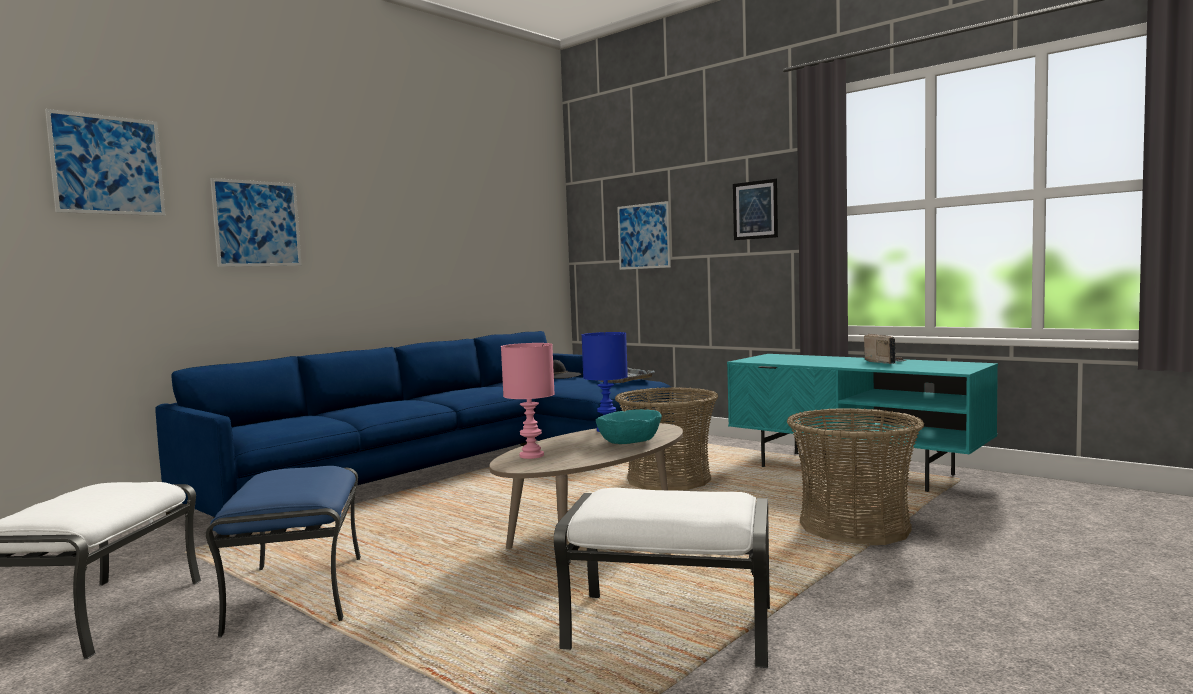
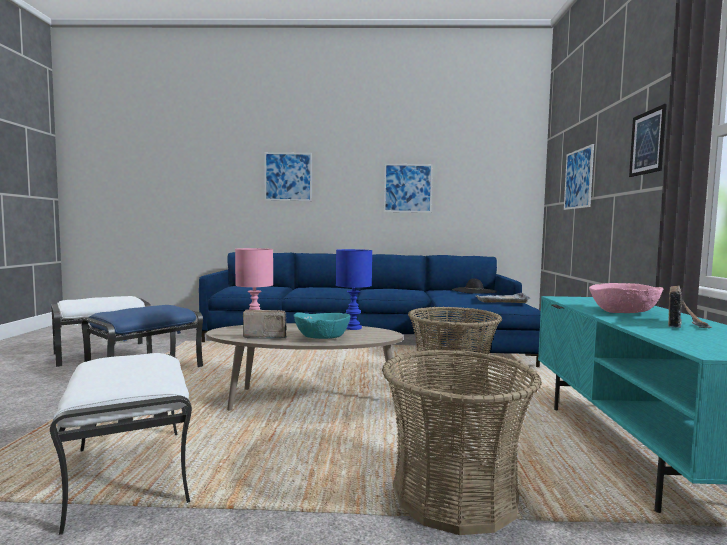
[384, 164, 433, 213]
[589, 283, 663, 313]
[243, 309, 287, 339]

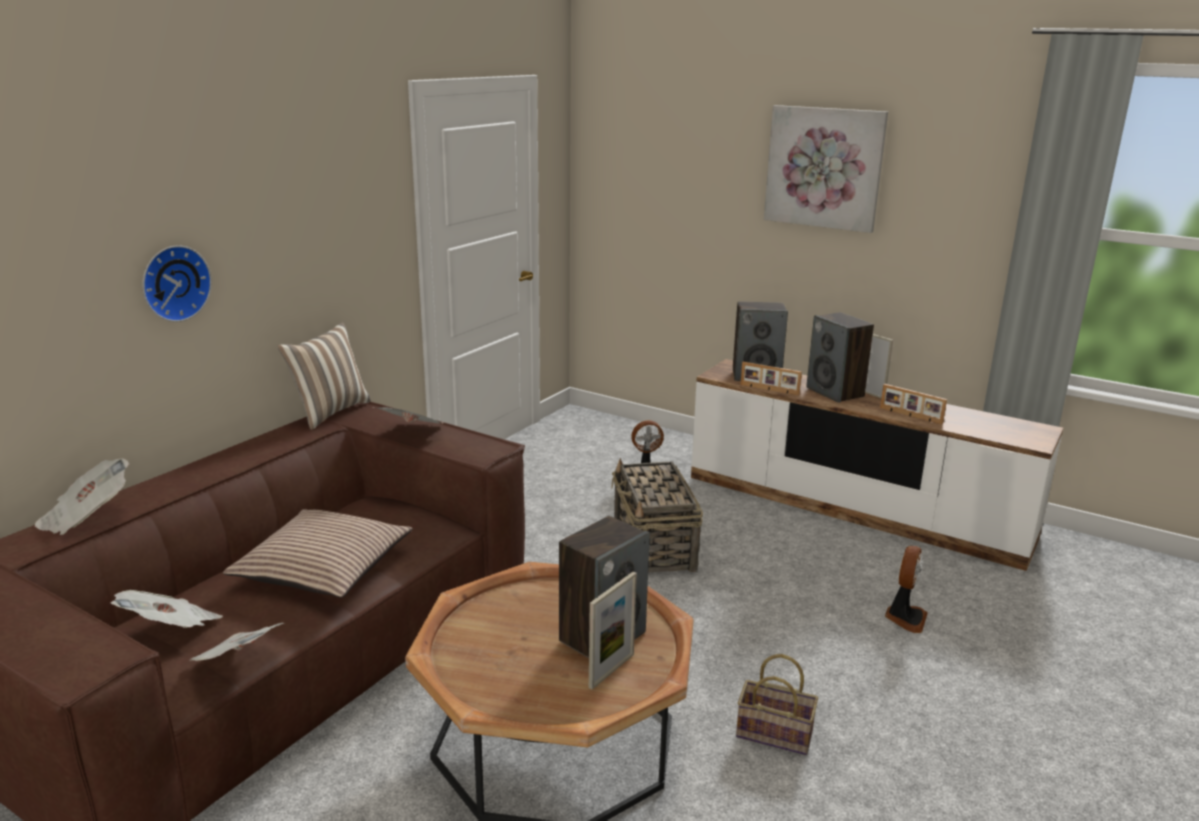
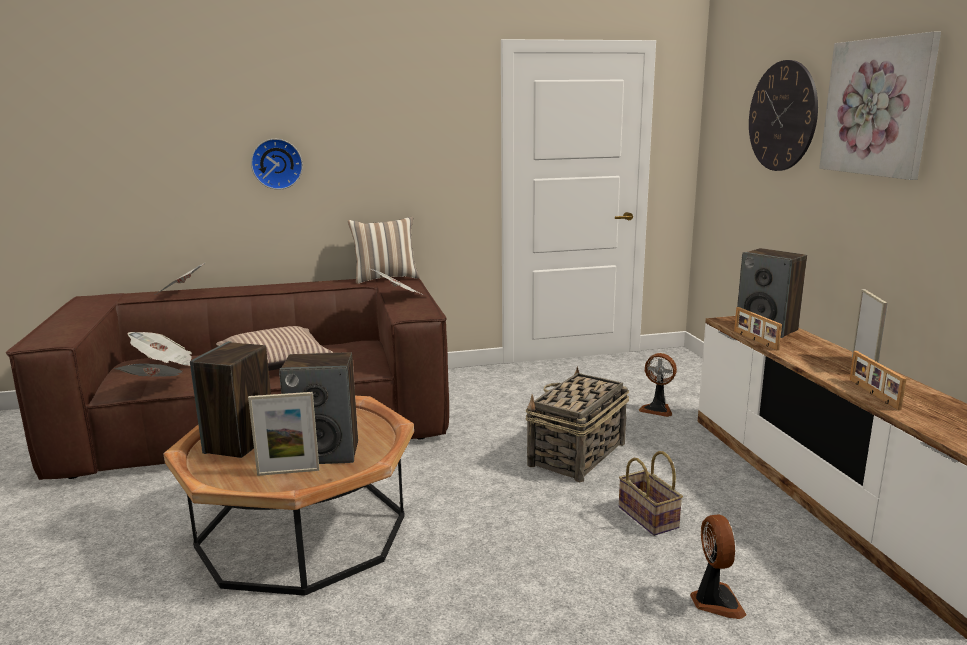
[190, 341, 271, 458]
[690, 514, 746, 619]
[619, 451, 683, 536]
[749, 60, 818, 171]

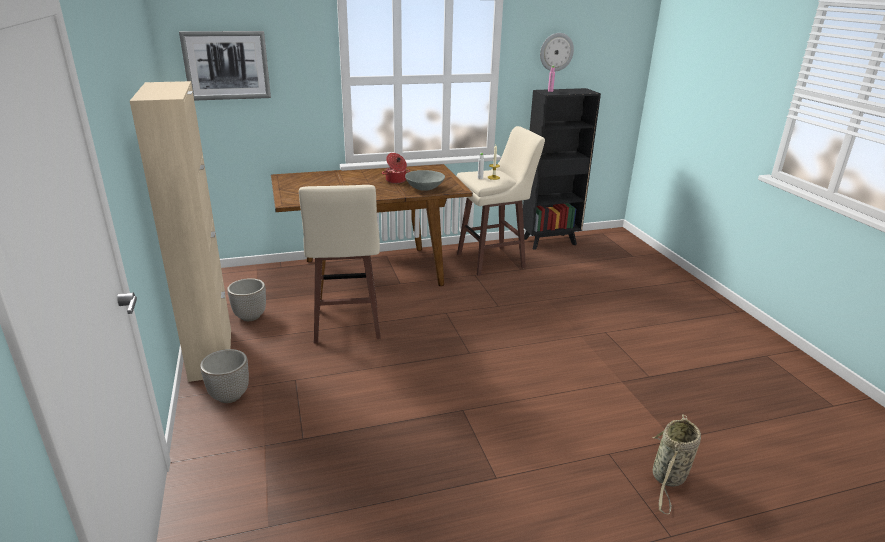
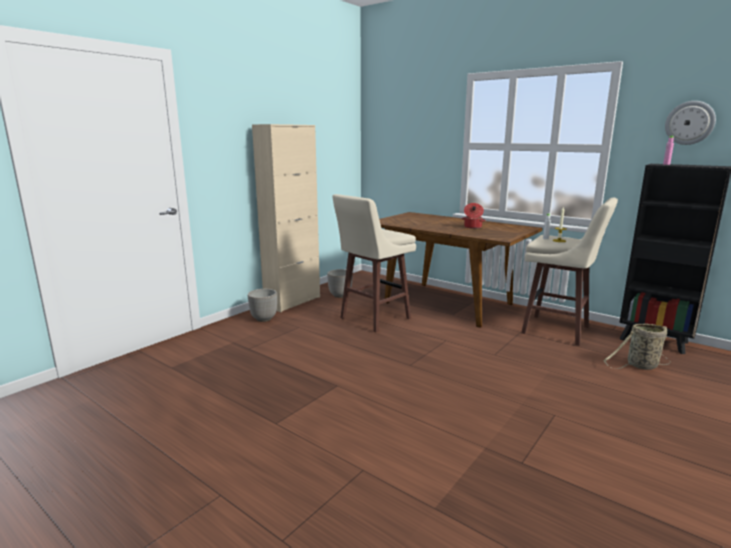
[179, 31, 271, 101] (first image)
[405, 170, 445, 191] (first image)
[604, 324, 671, 370]

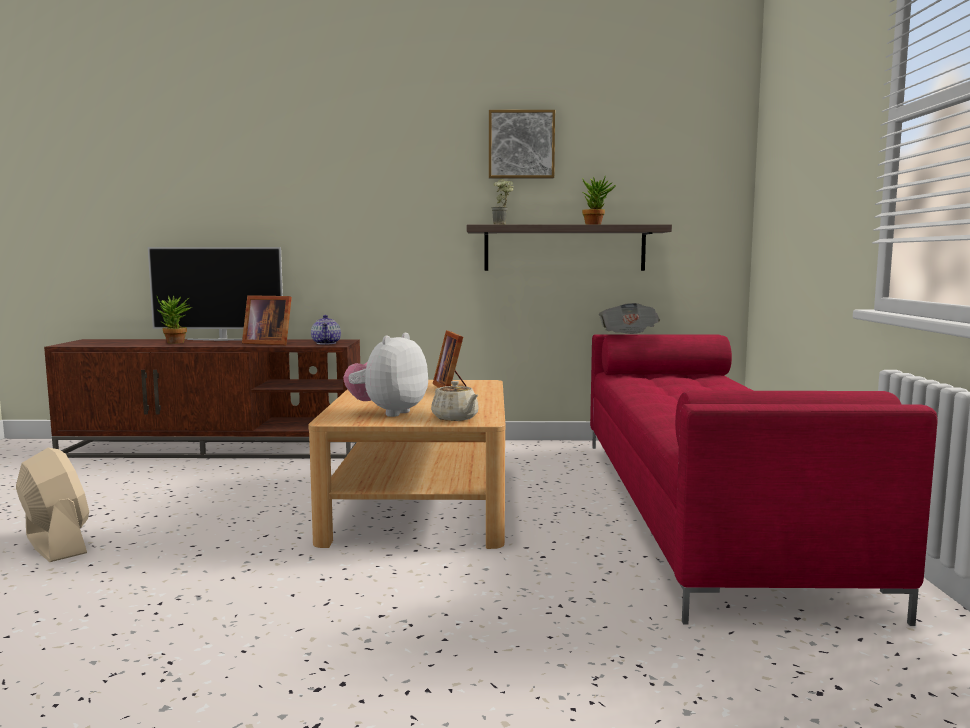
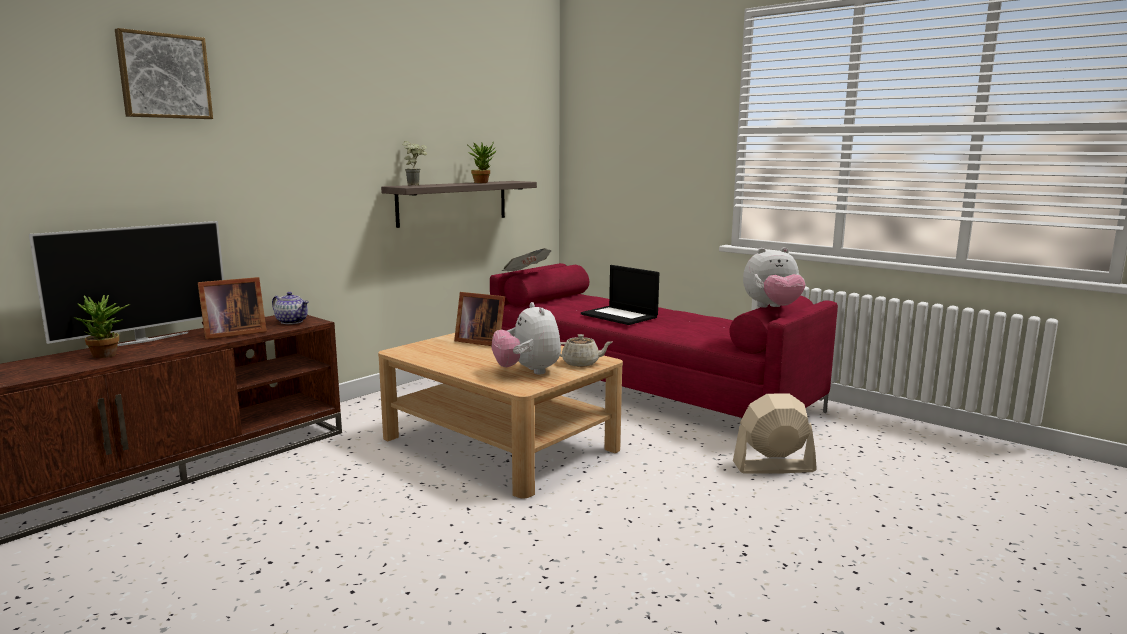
[115, 28, 213, 119]
[733, 393, 817, 474]
[743, 247, 805, 308]
[581, 265, 659, 325]

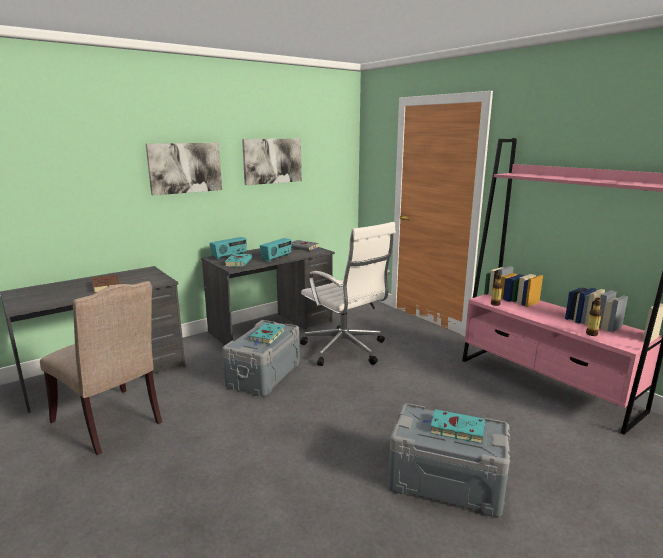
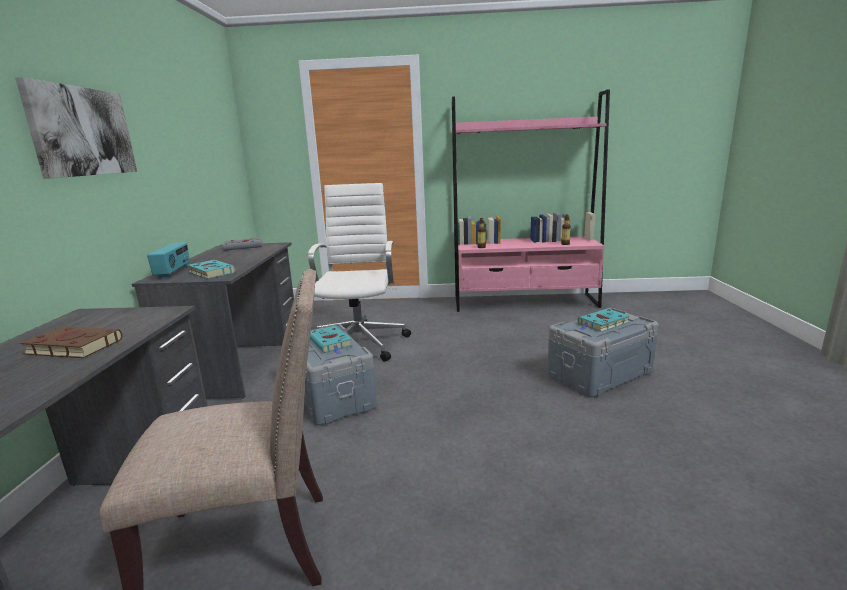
[242, 138, 302, 185] (first image)
[308, 183, 411, 362]
[260, 238, 292, 262] (first image)

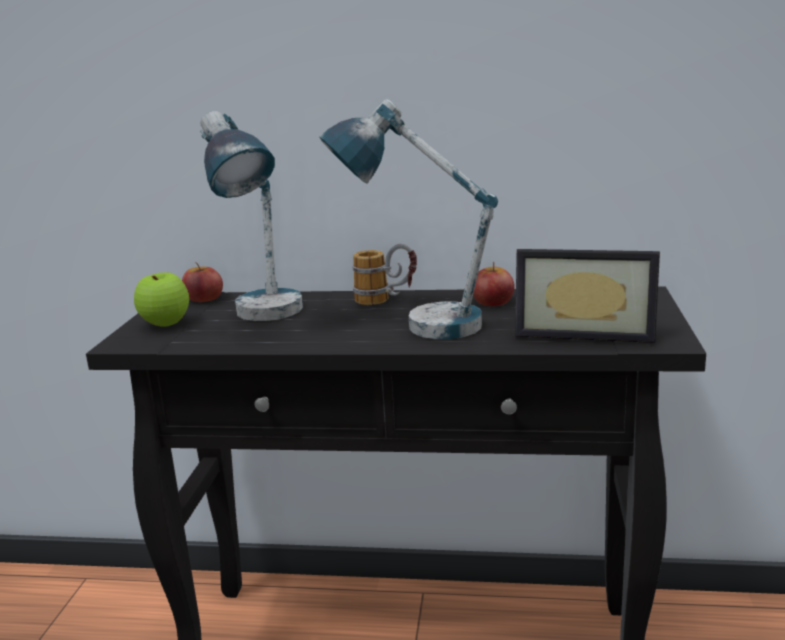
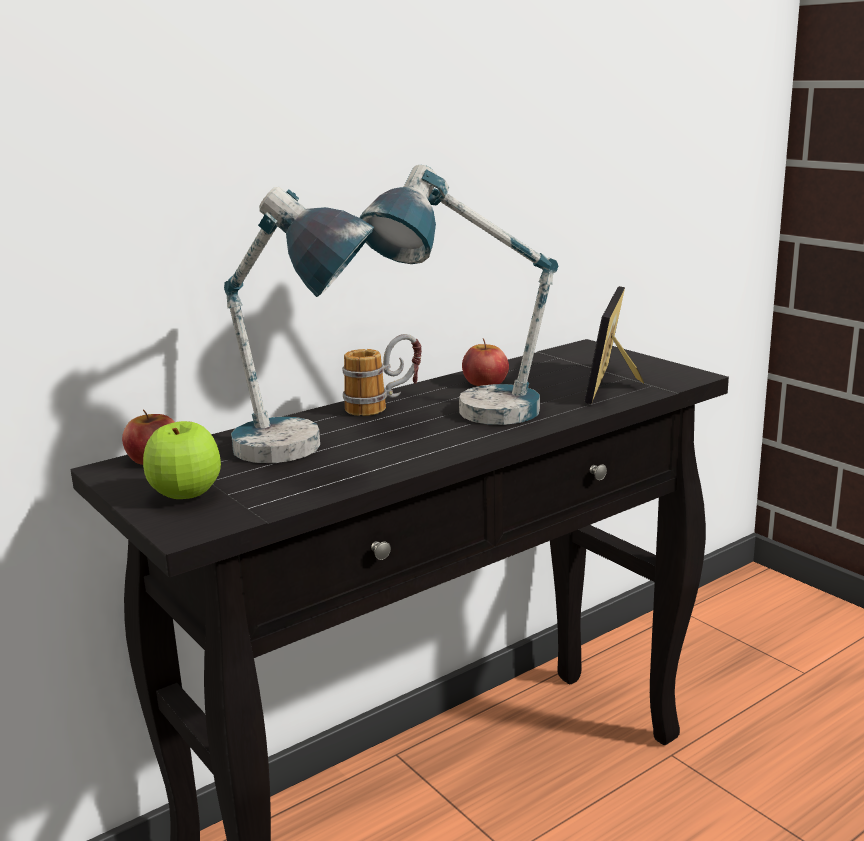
[584, 286, 644, 404]

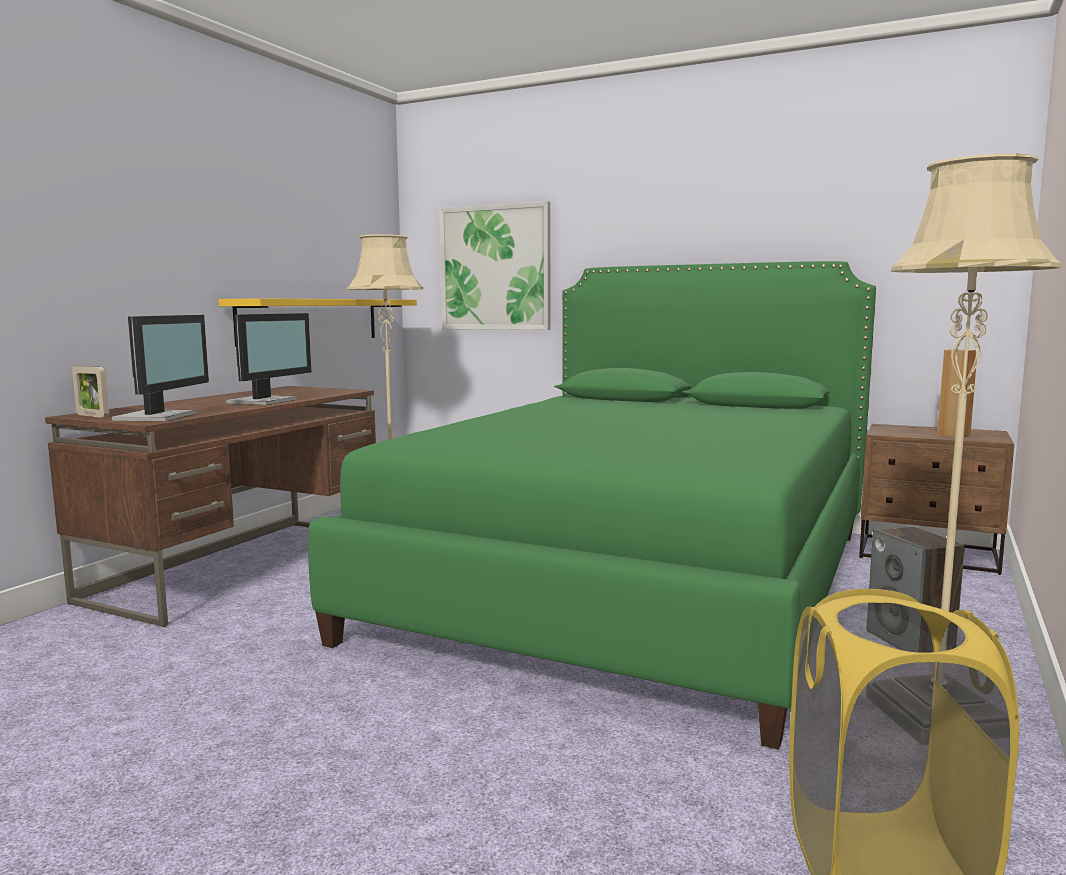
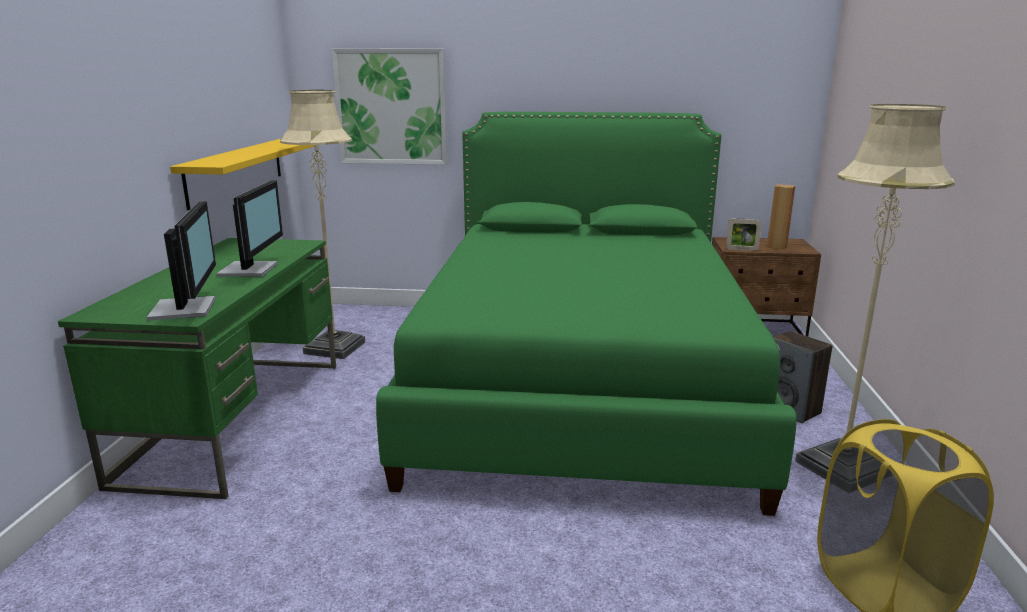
[726, 218, 762, 251]
[58, 238, 336, 499]

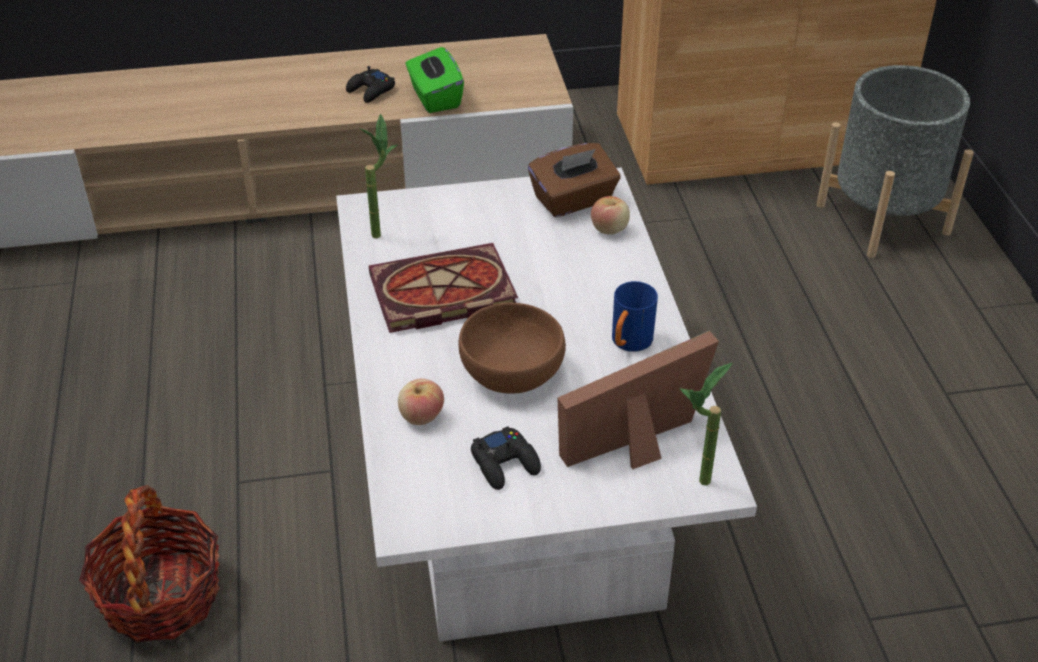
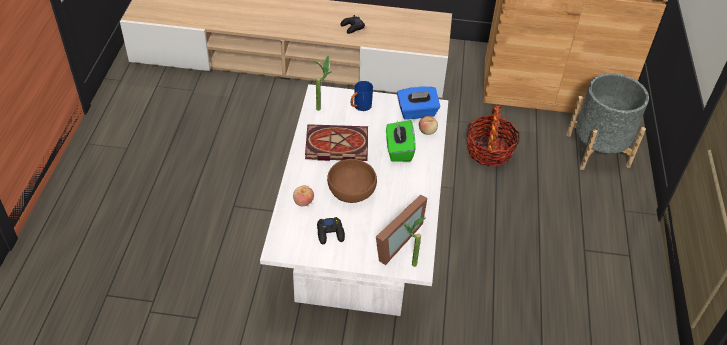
[386, 120, 416, 162]
[397, 86, 440, 120]
[351, 81, 373, 111]
[376, 195, 427, 265]
[467, 105, 520, 167]

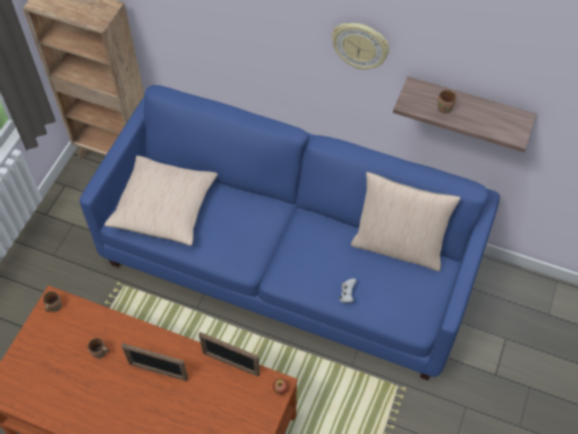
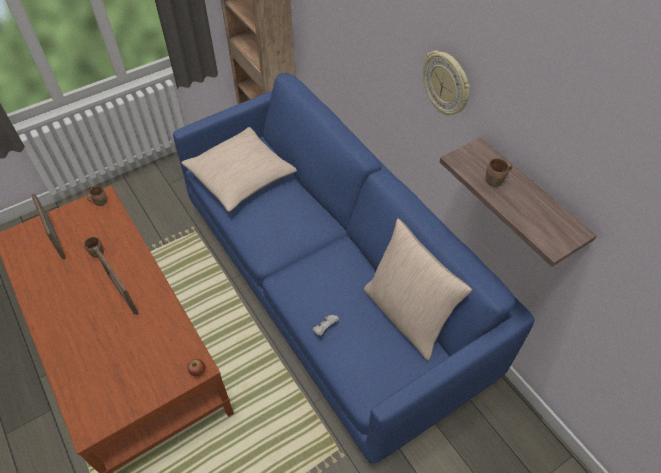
[32, 193, 66, 259]

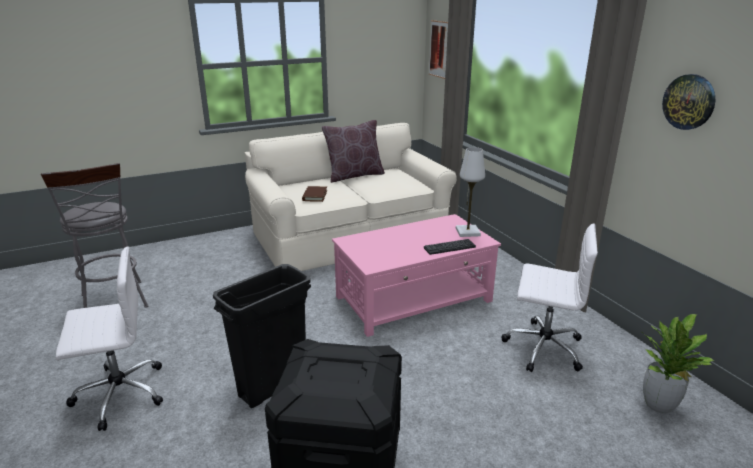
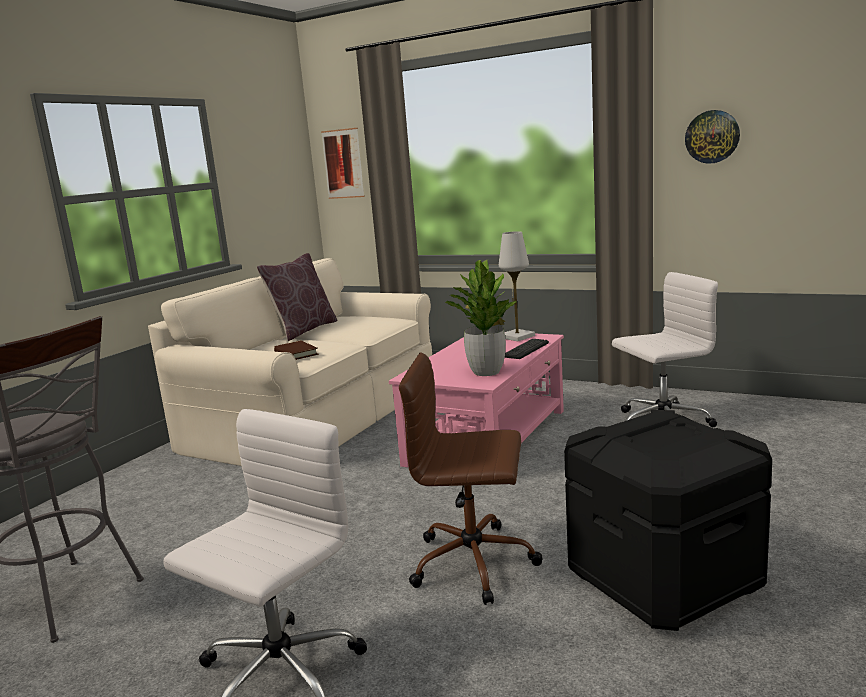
[399, 352, 542, 605]
[445, 260, 516, 376]

